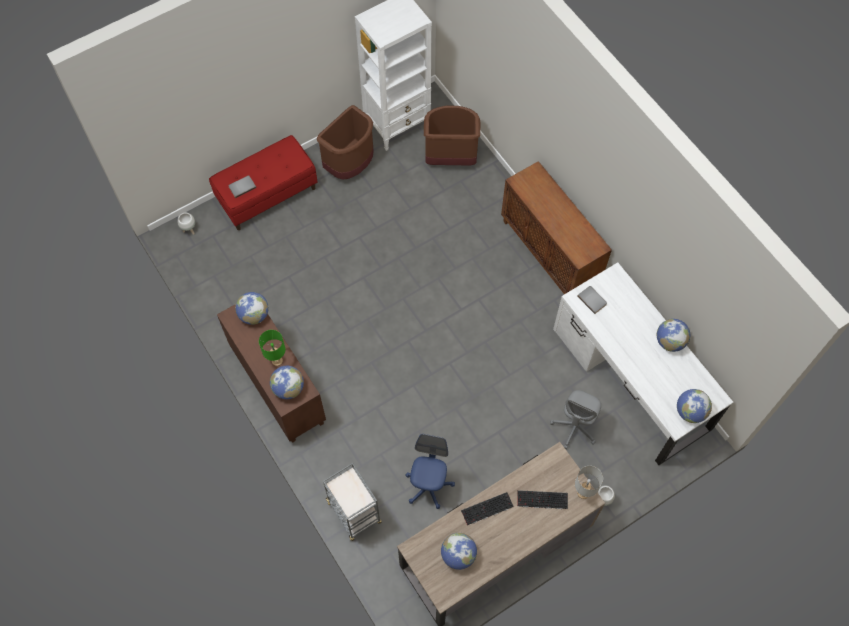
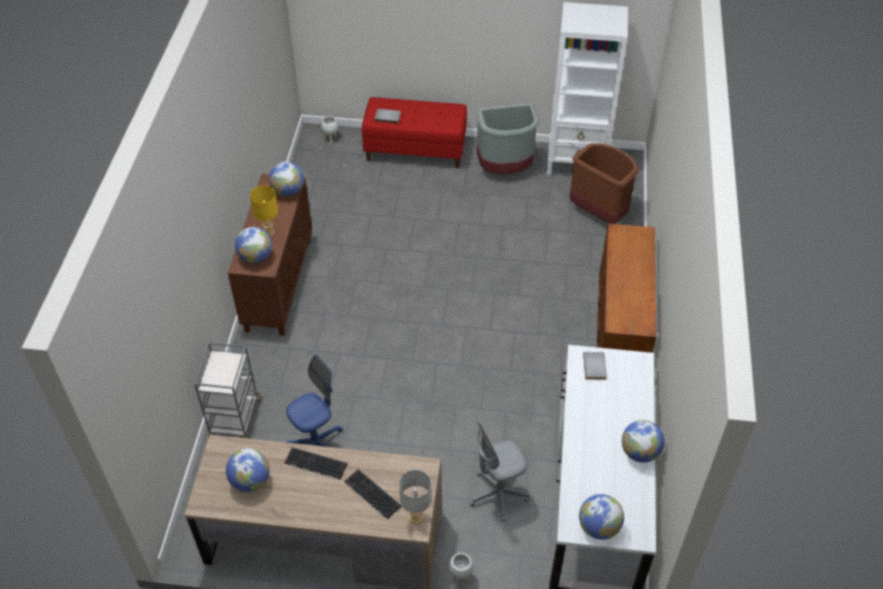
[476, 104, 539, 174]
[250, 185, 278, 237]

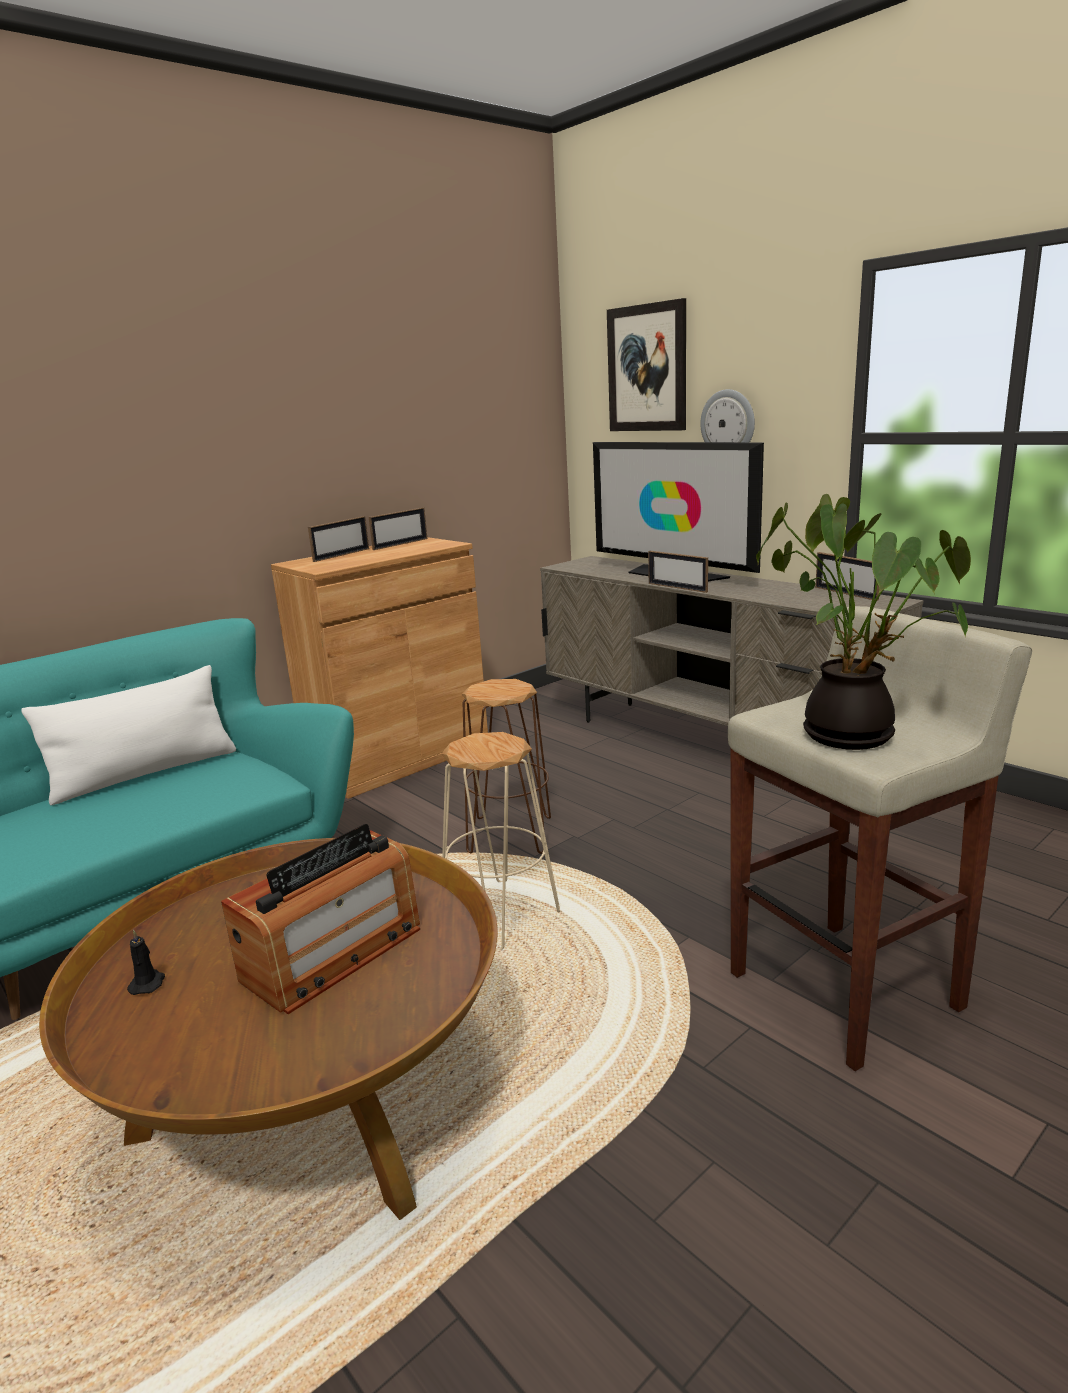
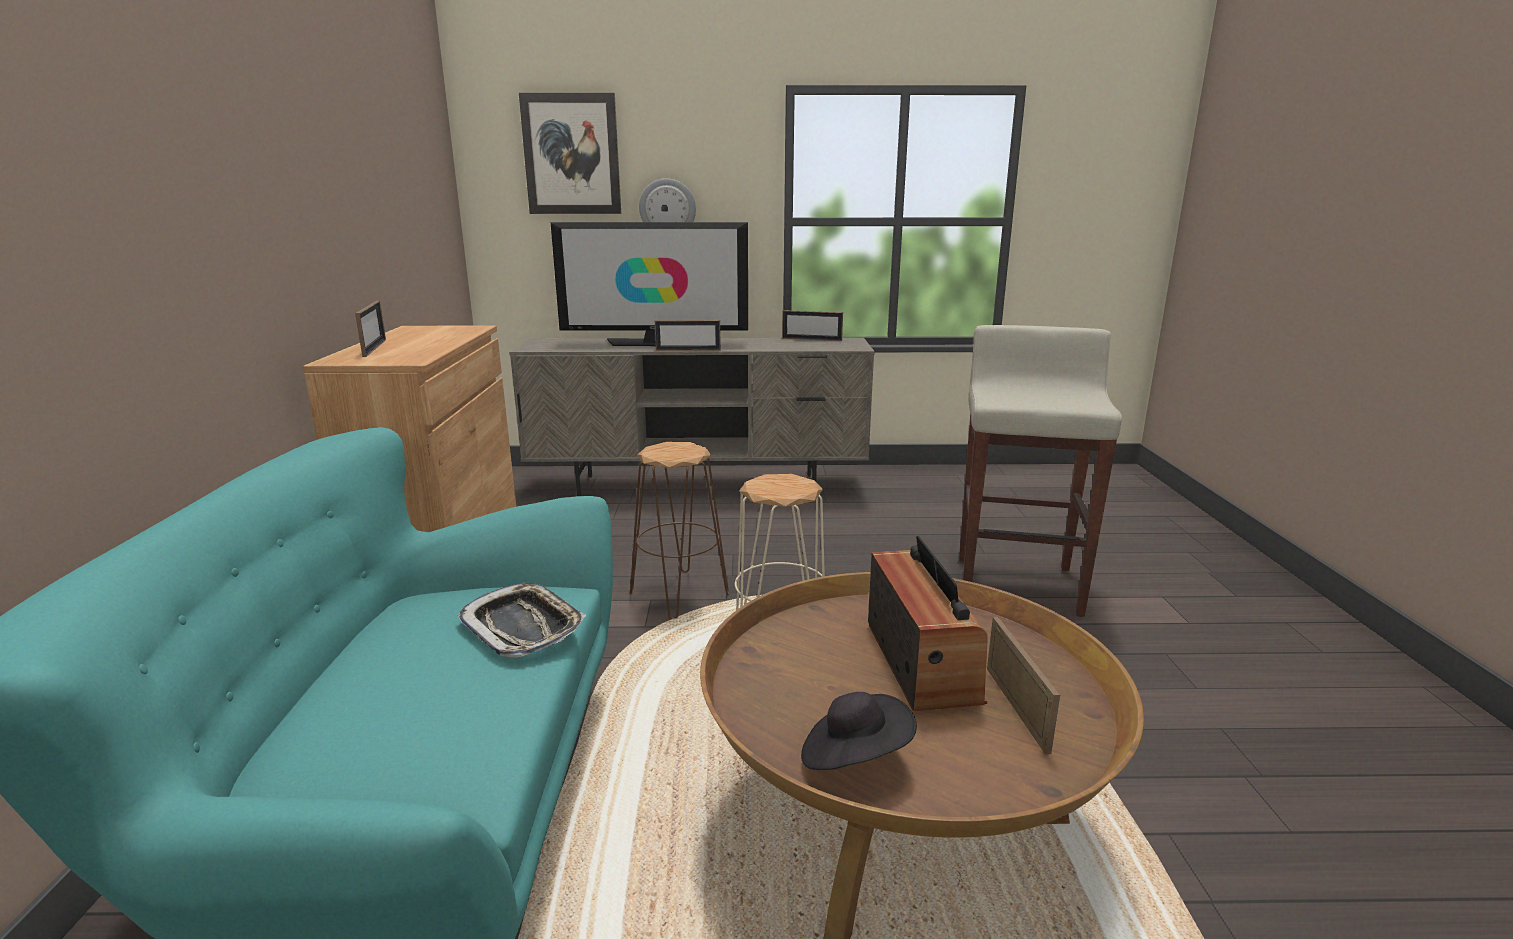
[756, 494, 971, 750] (first image)
[987, 617, 1060, 755]
[21, 665, 236, 805] (first image)
[801, 692, 917, 770]
[457, 583, 586, 658]

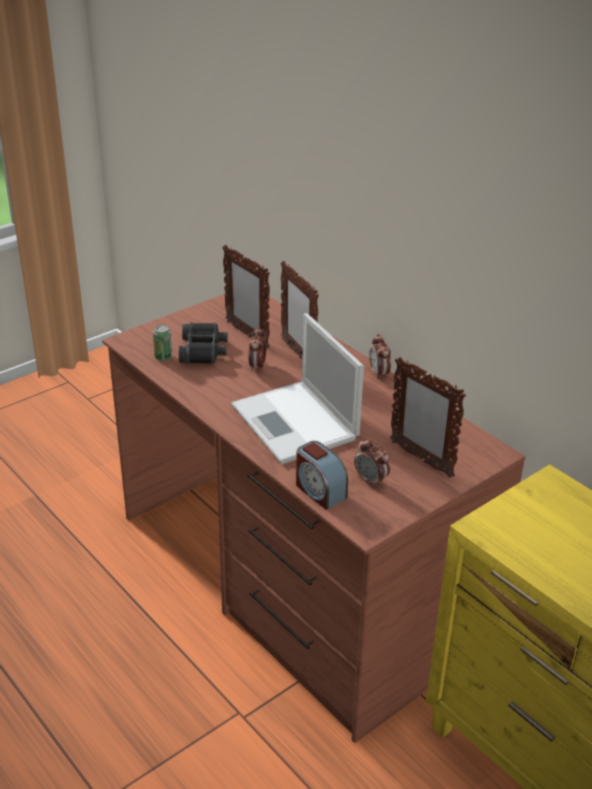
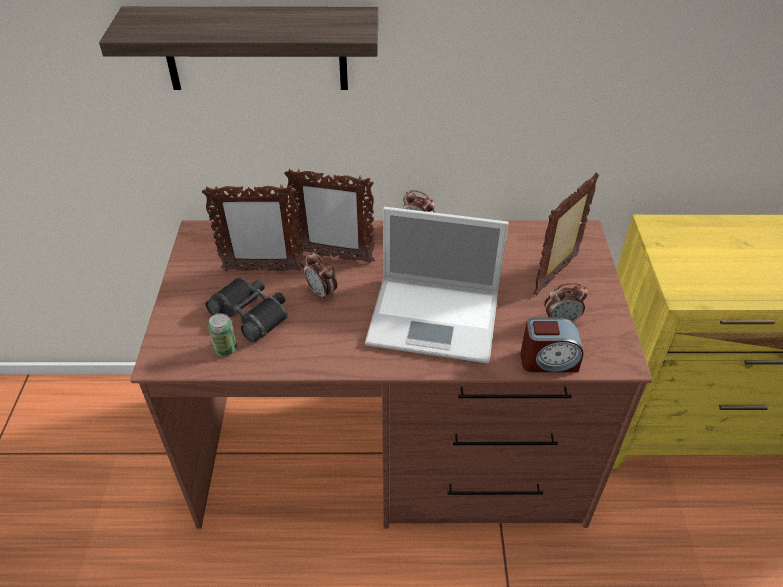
[533, 173, 599, 295]
[99, 6, 378, 90]

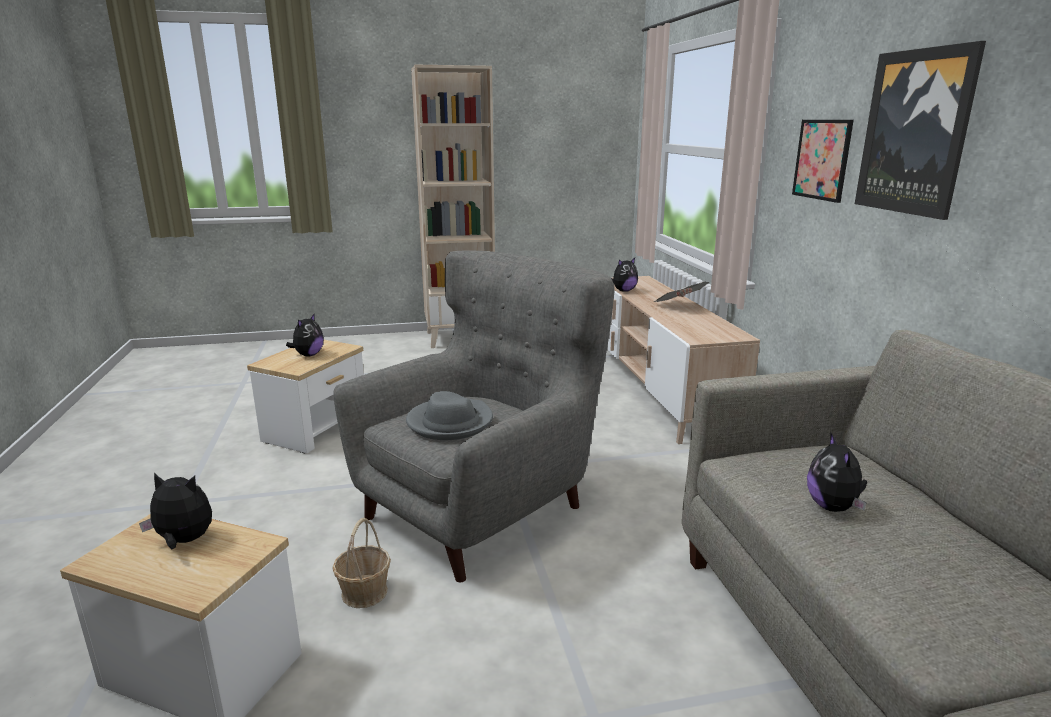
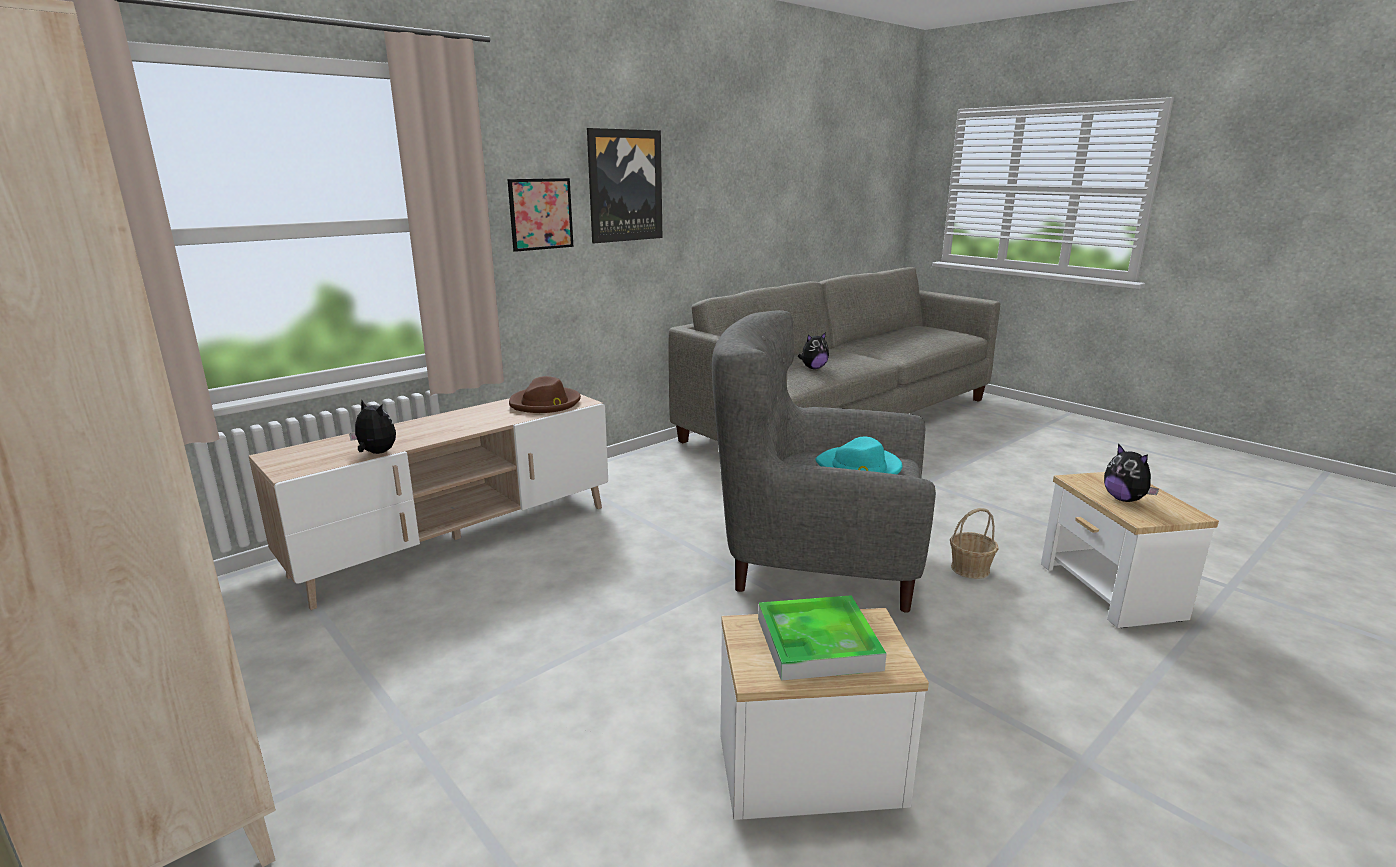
[654, 281, 709, 302] (first image)
[758, 595, 887, 681]
[816, 437, 902, 474]
[509, 376, 581, 413]

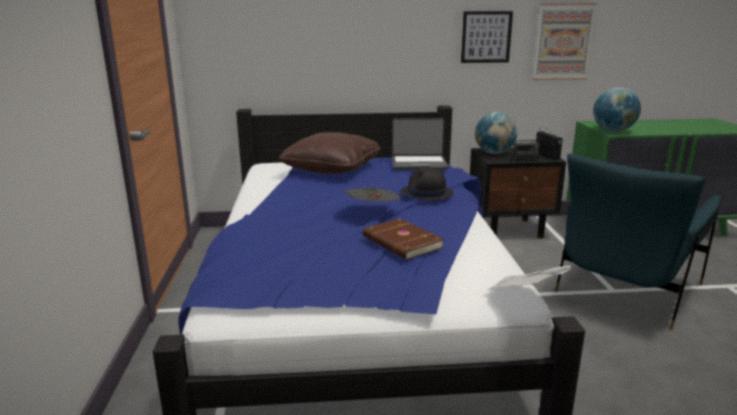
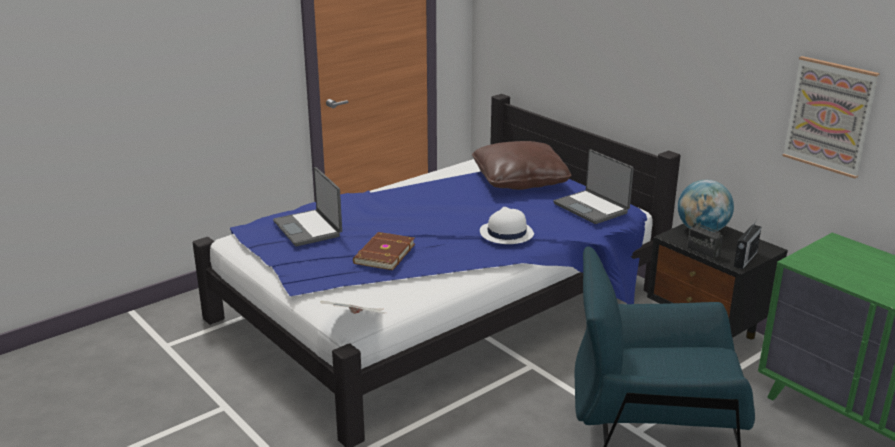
[461, 11, 513, 63] (first image)
[593, 87, 641, 132] (first image)
[480, 207, 534, 244]
[343, 188, 402, 202] (first image)
[273, 167, 342, 246]

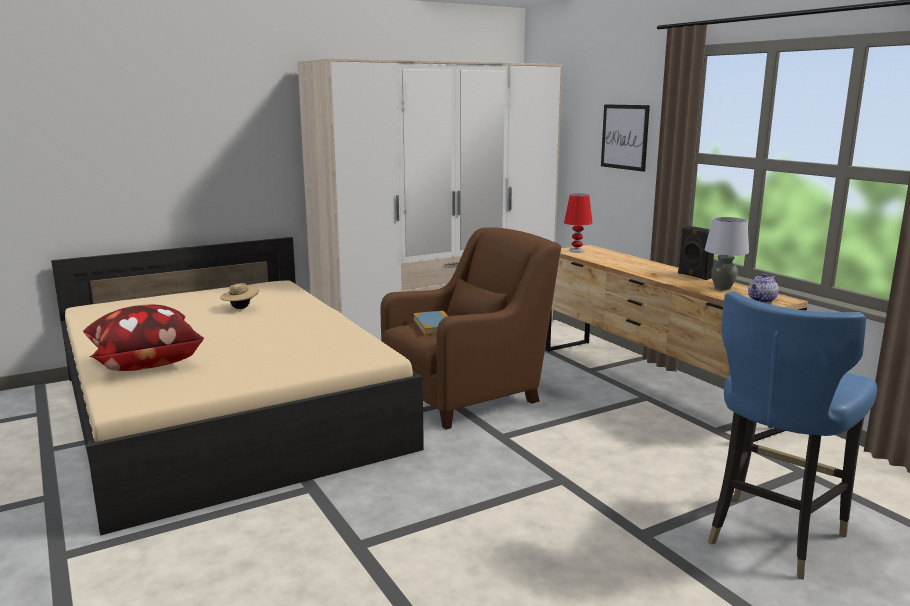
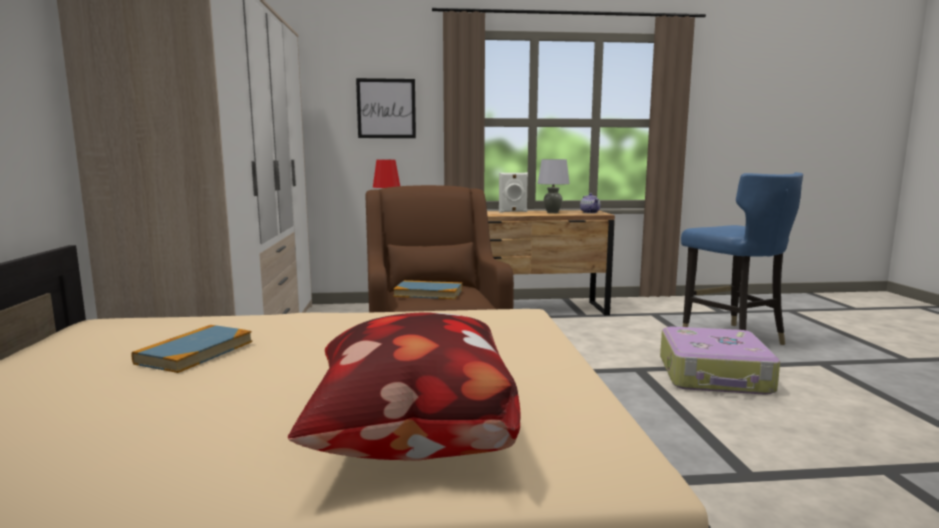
[499, 173, 528, 212]
[132, 325, 252, 373]
[660, 327, 780, 395]

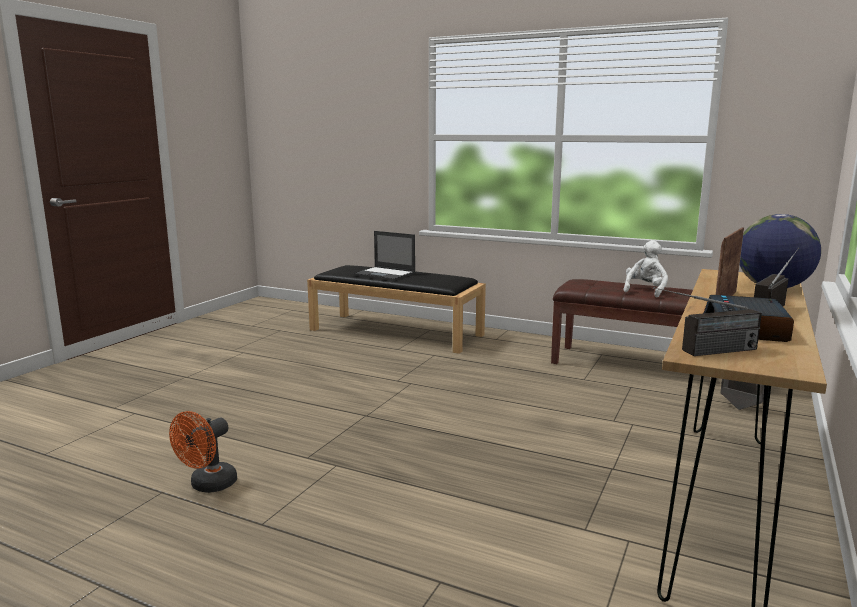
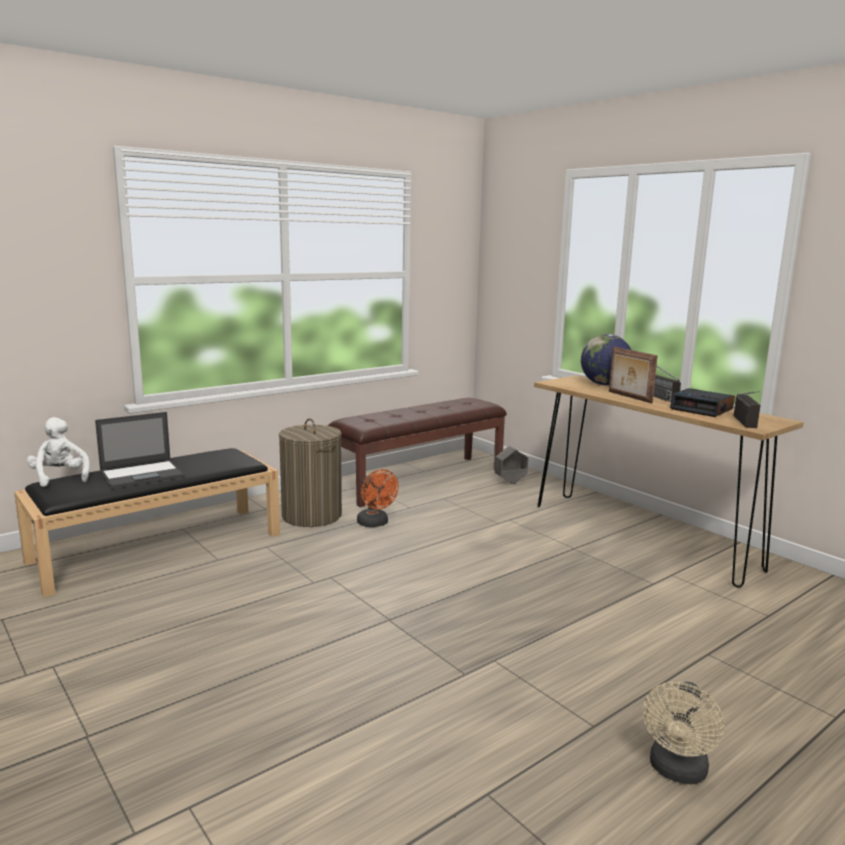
[27, 417, 90, 487]
[357, 469, 399, 527]
[279, 418, 342, 527]
[643, 682, 725, 784]

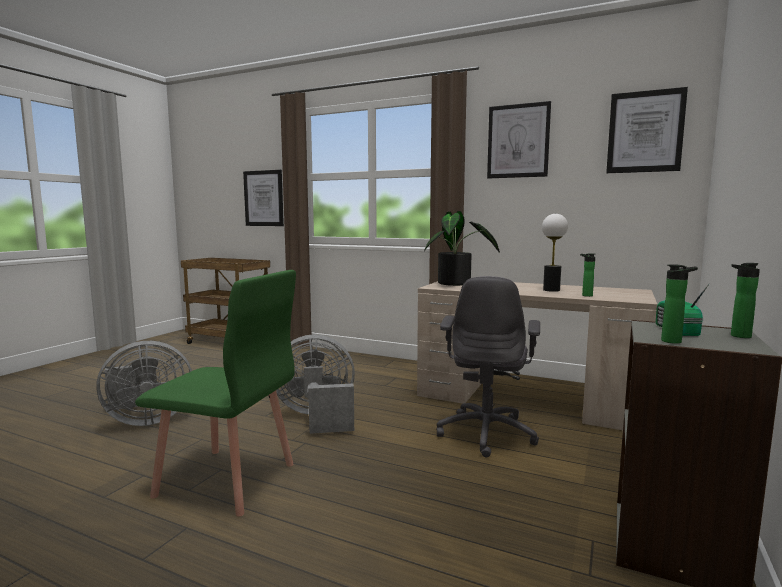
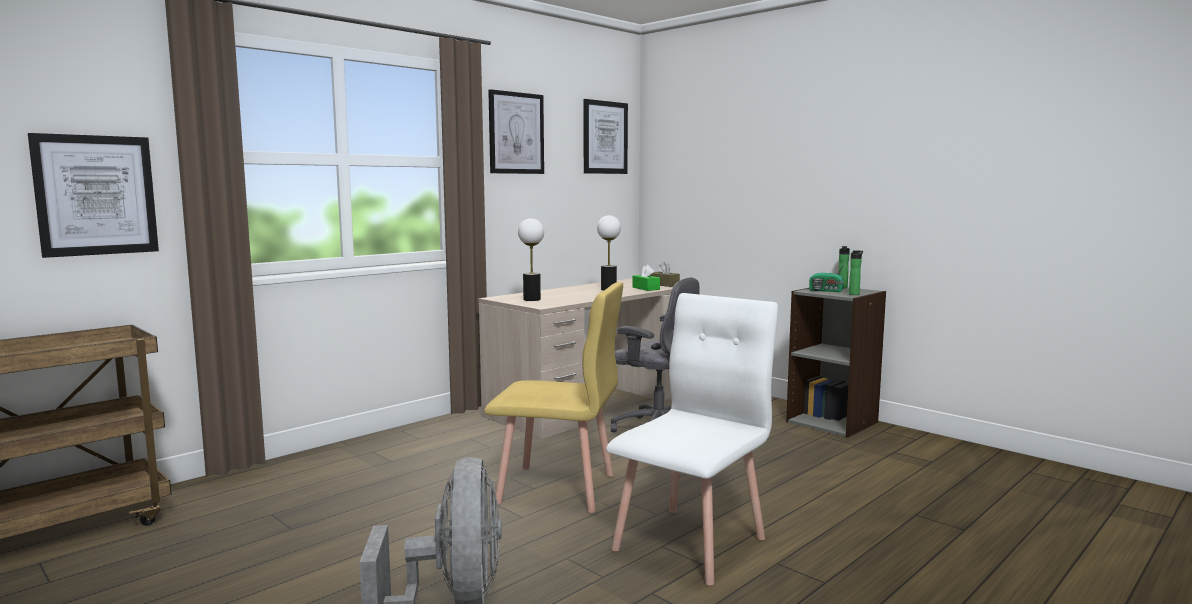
[518, 218, 544, 301]
[632, 265, 660, 291]
[606, 293, 778, 586]
[484, 282, 623, 513]
[650, 262, 680, 287]

